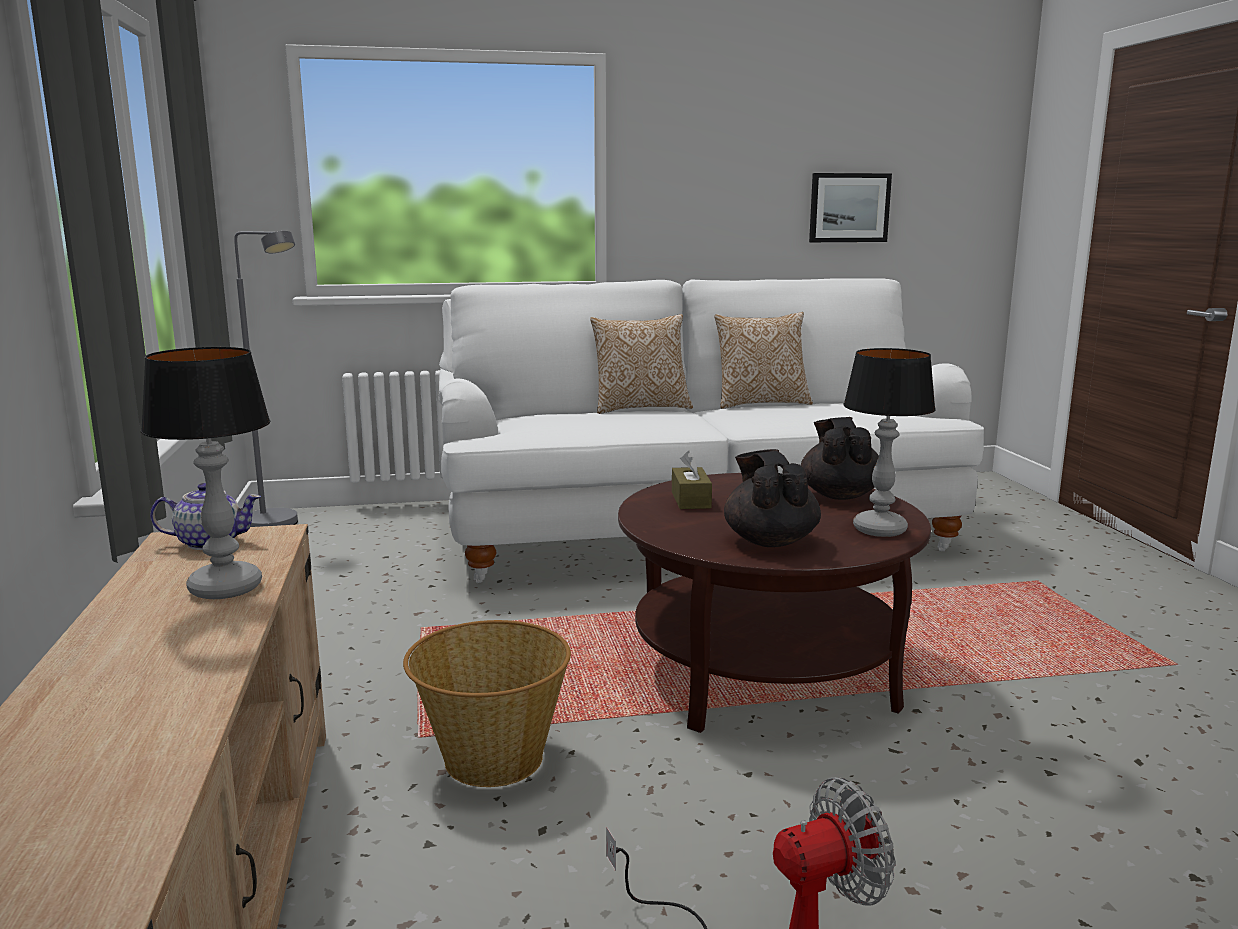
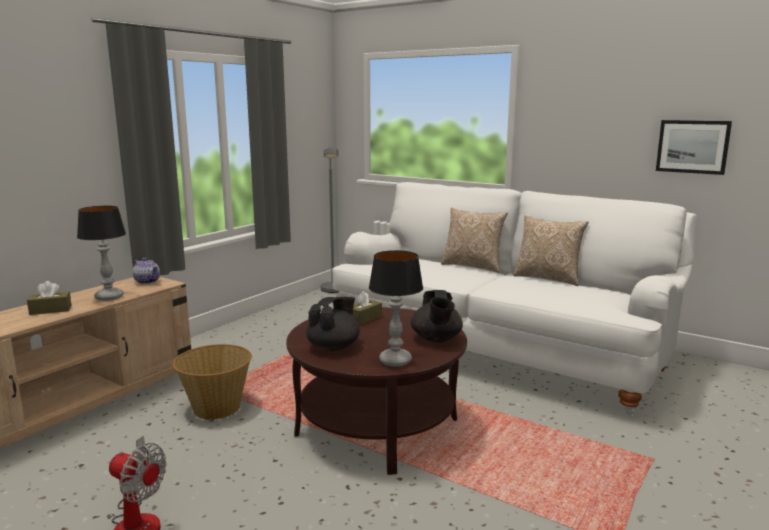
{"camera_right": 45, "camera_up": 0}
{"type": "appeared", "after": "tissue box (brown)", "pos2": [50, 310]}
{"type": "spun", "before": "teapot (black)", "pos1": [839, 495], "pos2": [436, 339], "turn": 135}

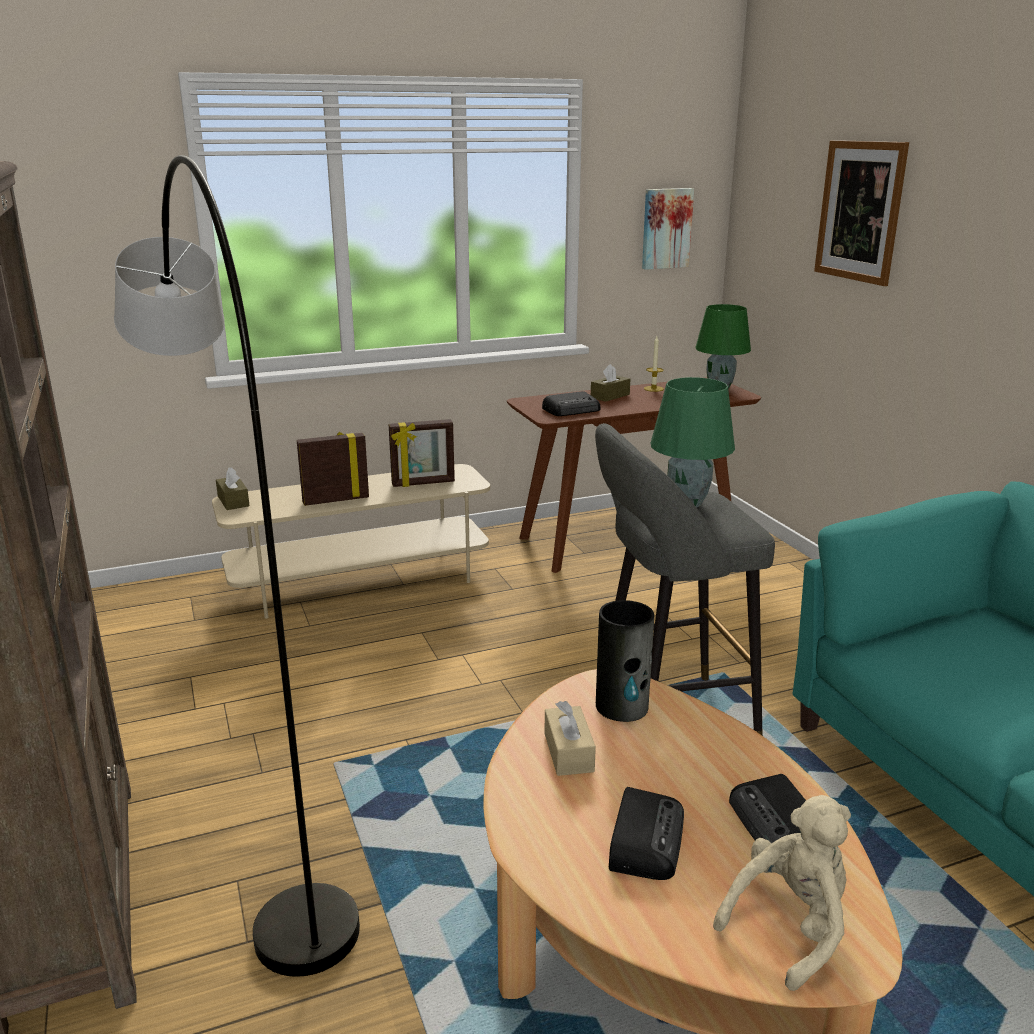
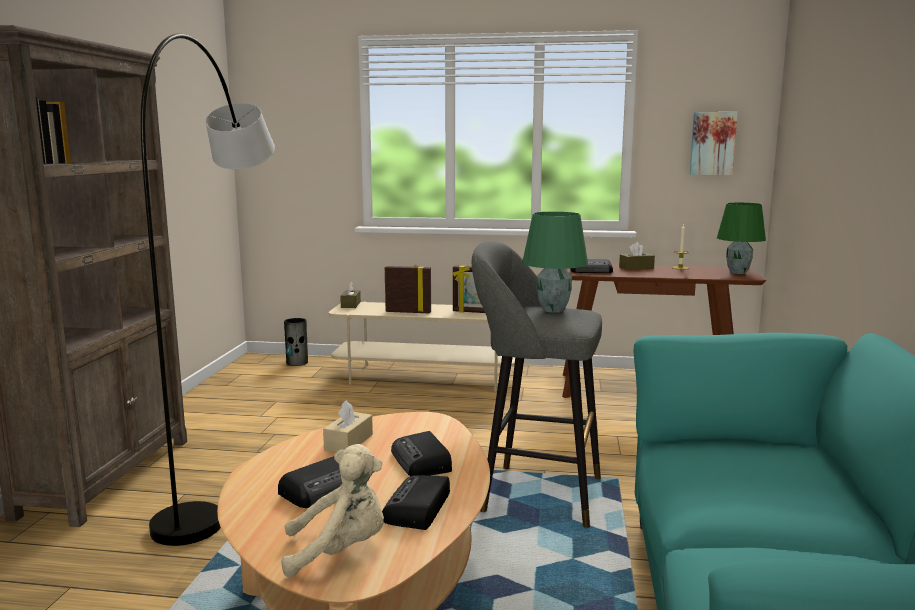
{"camera_right": 30, "camera_up": -10}
{"type": "missing", "before": "picture", "pos1": [860, 211]}
{"type": "appeared", "after": "radio", "pos2": [422, 462]}
{"type": "relocated", "before": "vase", "pos1": [622, 706], "pos2": [297, 362]}

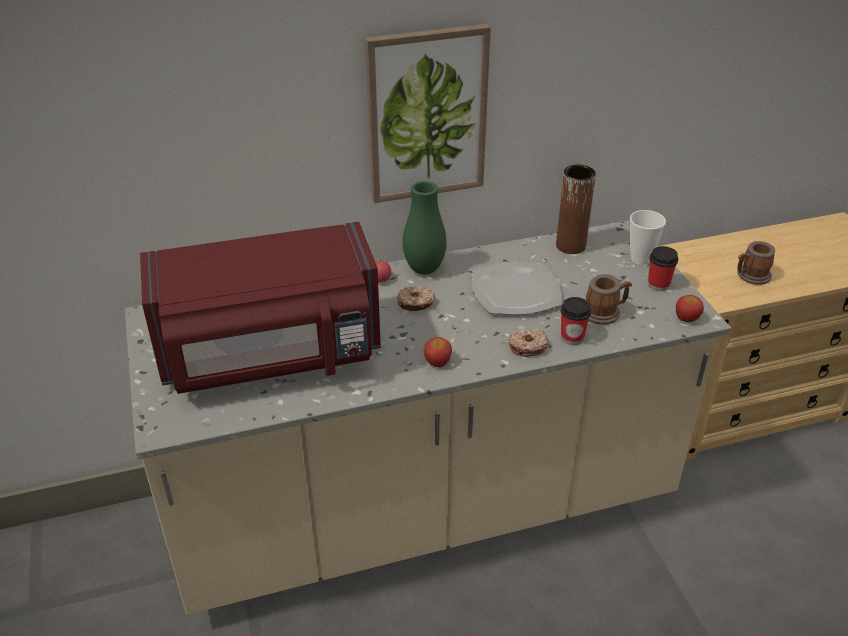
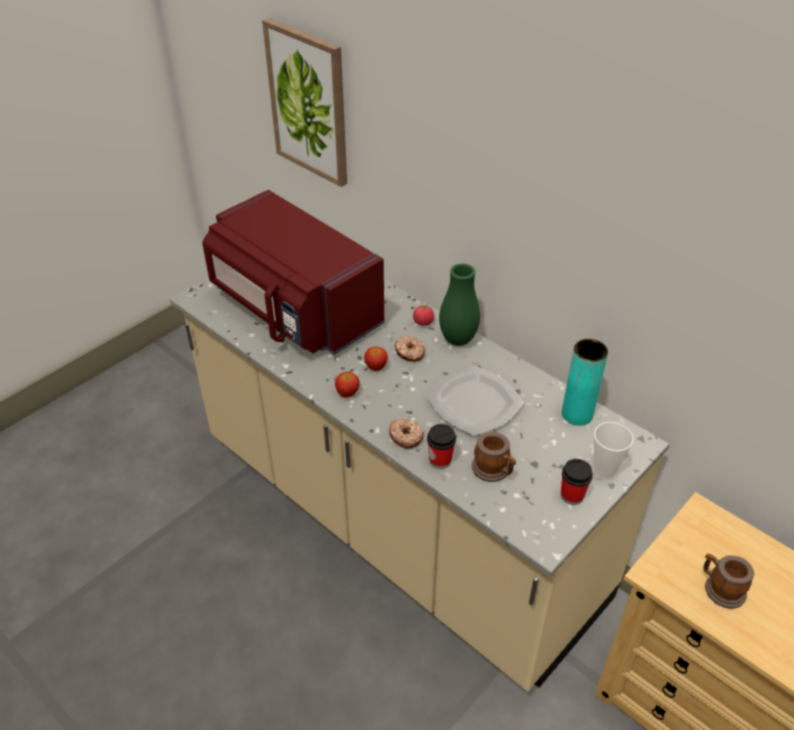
{"camera_right": 60, "camera_up": 5}
{"type": "relocated", "before": "picture", "pos1": [426, 114], "pos2": [309, 103]}
{"type": "relocated", "before": "apple", "pos1": [687, 318], "pos2": [376, 367]}
{"type": "colour", "before": "vase (brown)", "after": "vase (turquoise)", "pos1": [570, 246], "pos2": [577, 414]}

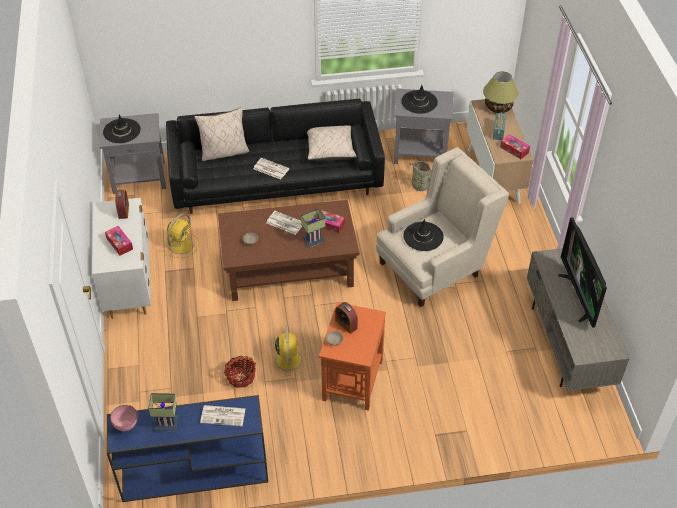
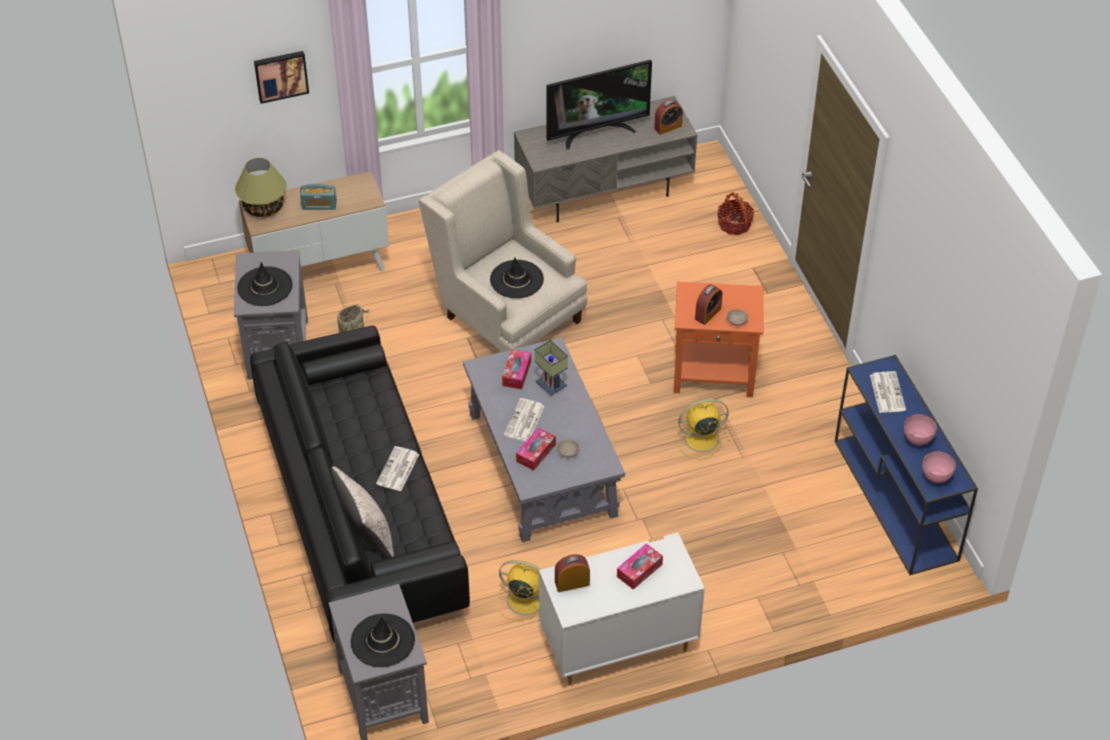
{"camera_right": -100, "camera_up": 0}
{"type": "missing", "before": "pillow (beige)", "pos1": [330, 149]}
{"type": "appeared", "after": "picture", "pos2": [281, 75]}
{"type": "appeared", "after": "alarm clock", "pos2": [668, 127]}
{"type": "relocated", "before": "basket", "pos1": [241, 377], "pos2": [734, 224]}
{"type": "relocated", "before": "tissue box", "pos1": [514, 150], "pos2": [536, 453]}
{"type": "exchanged", "before": "table lamp", "after": "bowl (pink)", "pos1": [168, 423], "pos2": [916, 440]}
{"type": "colour", "before": "coffee table (brown)", "after": "coffee table (grey)", "pos1": [289, 267], "pos2": [541, 463]}

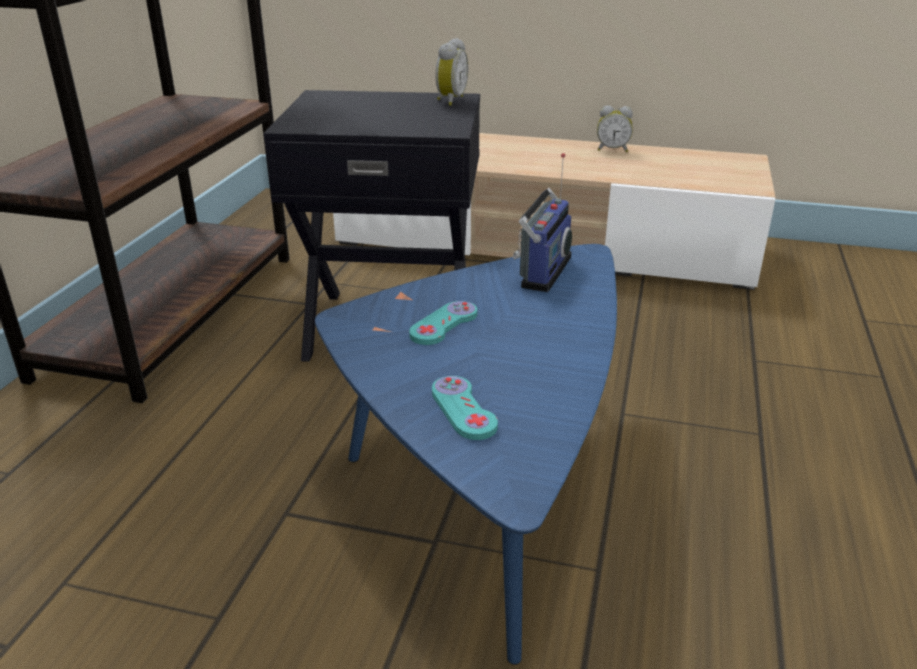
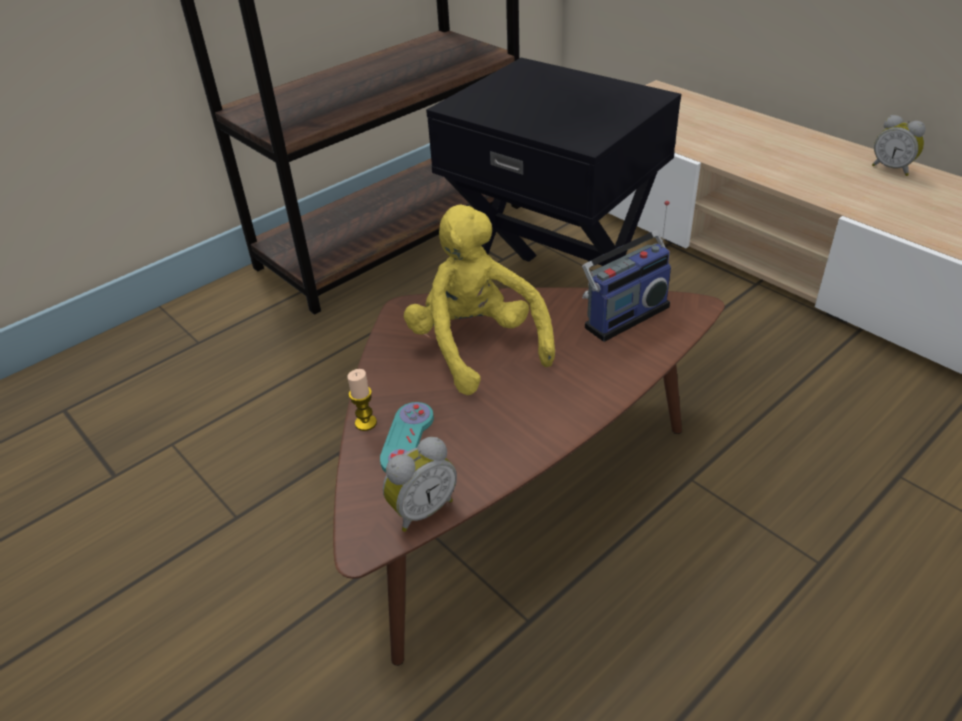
{"camera_right": 35, "camera_up": 10}
{"type": "appeared", "after": "candle", "pos2": [365, 423]}
{"type": "relocated", "before": "alarm clock", "pos1": [449, 100], "pos2": [421, 509]}
{"type": "exchanged", "before": "game controller (turquoise)", "after": "plush toy (yellow)", "pos1": [443, 325], "pos2": [476, 346]}
{"type": "colour", "before": "coffee table (blue)", "after": "coffee table (brown)", "pos1": [487, 481], "pos2": [507, 494]}

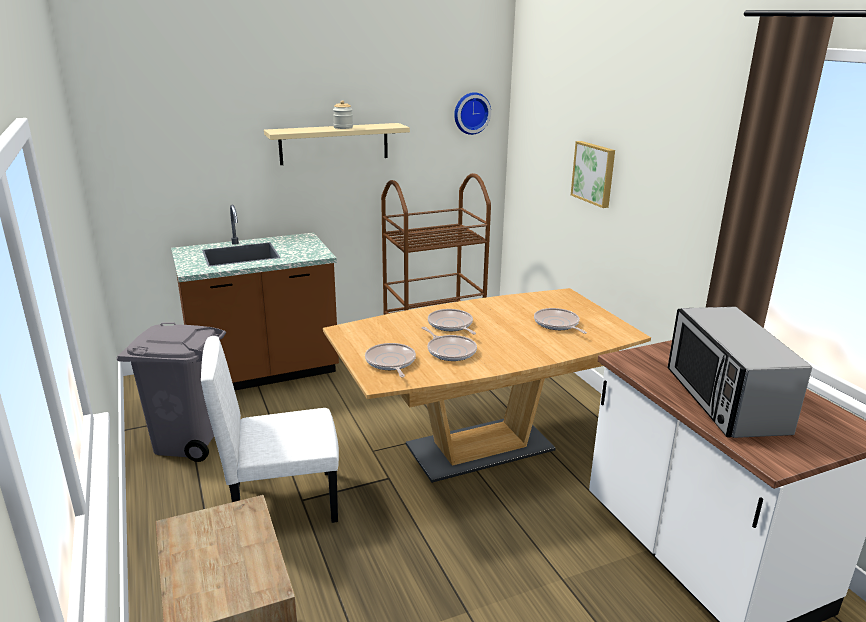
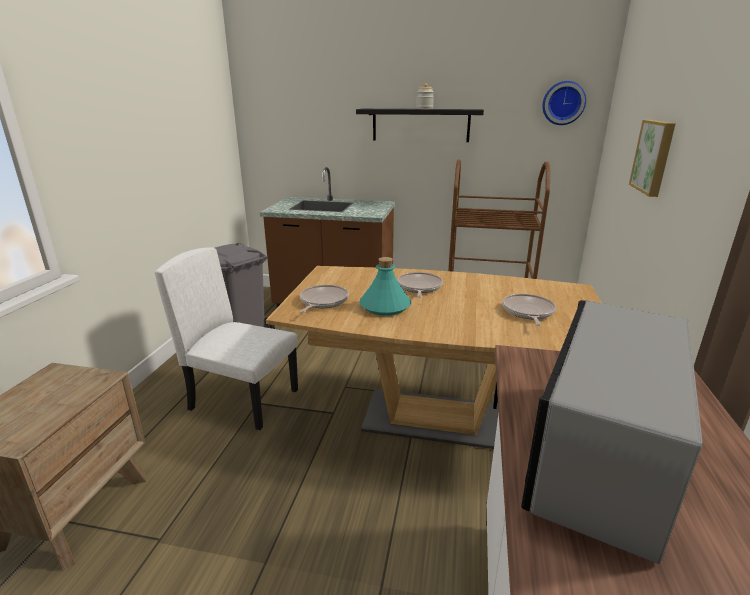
{"camera_right": 35, "camera_up": 0}
{"type": "exchanged", "before": "frying pan", "after": "bottle (turquoise)", "pos1": [450, 351], "pos2": [385, 306]}
{"type": "colour", "before": "shelf (beige)", "after": "shelf (black)", "pos1": [334, 143], "pos2": [420, 125]}

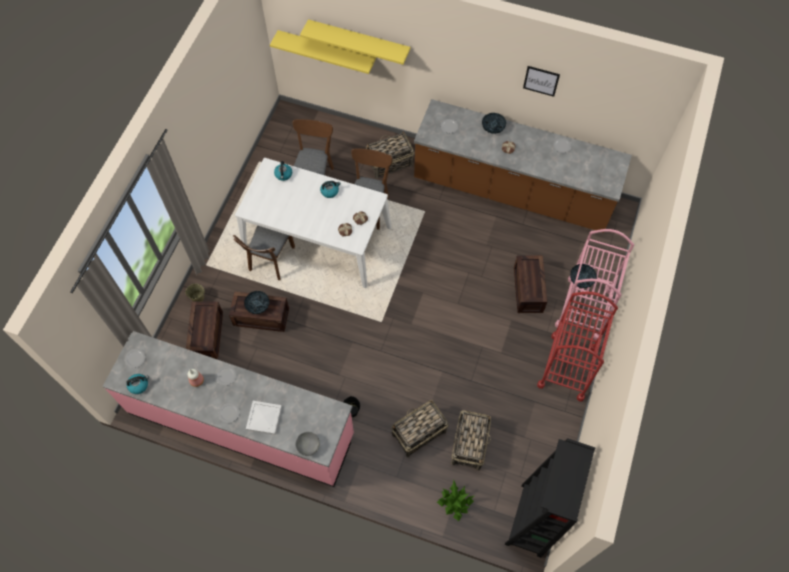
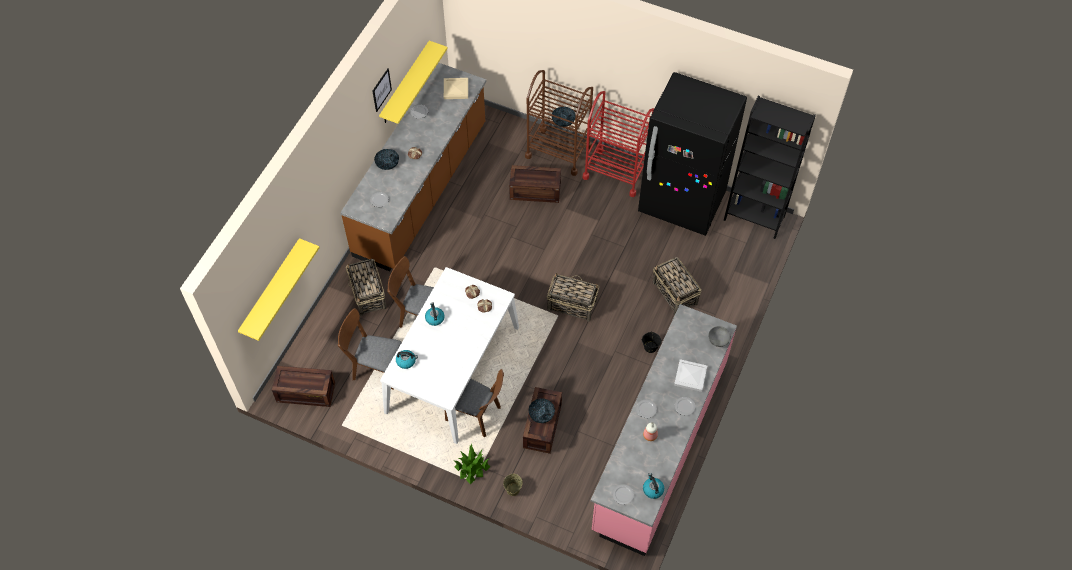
{"camera_right": -85, "camera_up": -5}
{"type": "appeared", "after": "tray (beige)", "pos2": [456, 89]}
{"type": "appeared", "after": "fridge (black)", "pos2": [681, 203]}
{"type": "relocated", "before": "crate", "pos1": [206, 335], "pos2": [305, 393]}
{"type": "relocated", "before": "shelf (yellow)", "pos1": [359, 40], "pos2": [405, 83]}
{"type": "relocated", "before": "potted plant", "pos1": [455, 502], "pos2": [471, 467]}
{"type": "relocated", "before": "basket", "pos1": [469, 444], "pos2": [571, 304]}
{"type": "colour", "before": "cart (pink)", "after": "cart (brown)", "pos1": [584, 308], "pos2": [558, 151]}

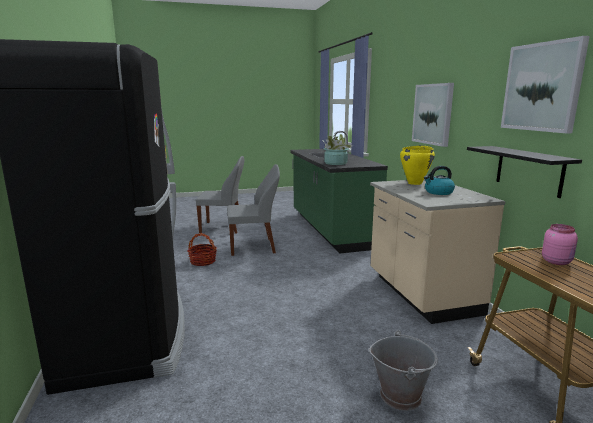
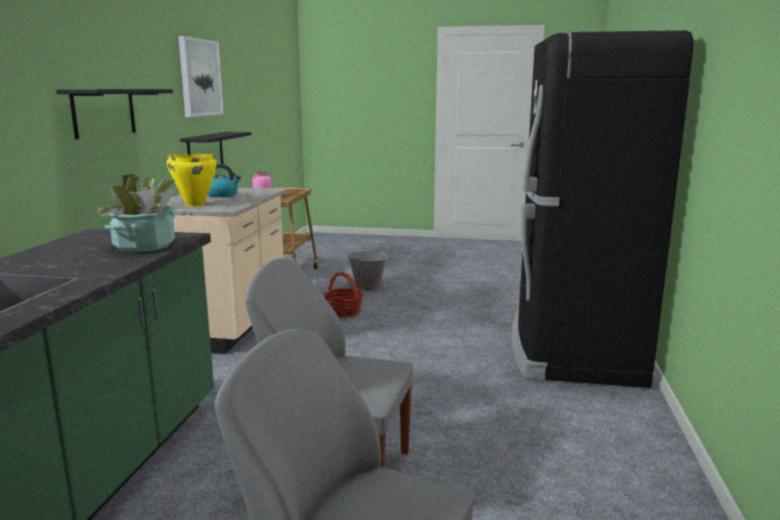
{"camera_right": -155, "camera_up": 0}
{"type": "relocated", "before": "basket", "pos1": [202, 261], "pos2": [343, 312]}
{"type": "exchanged", "before": "picture", "after": "shelf (black)", "pos1": [433, 114], "pos2": [104, 112]}

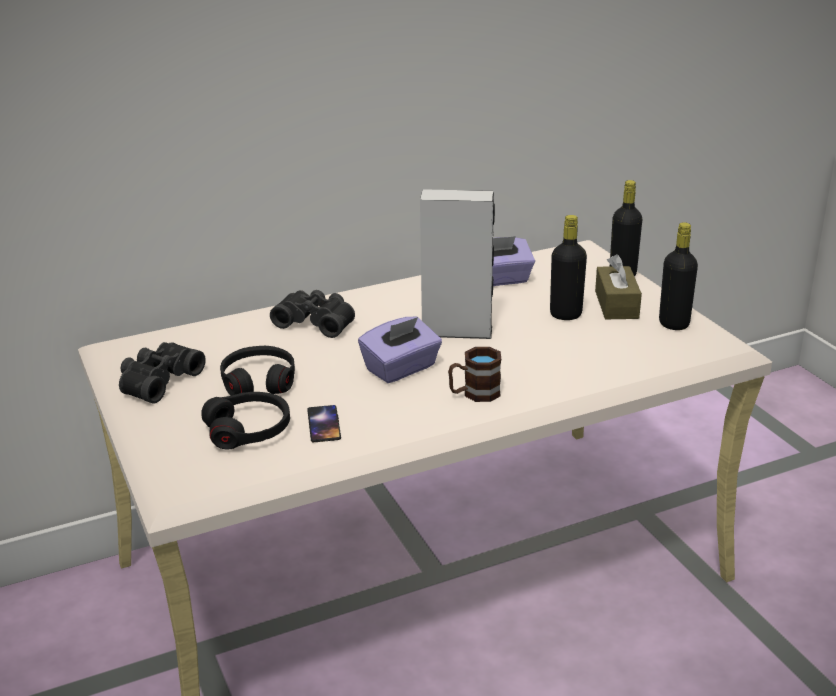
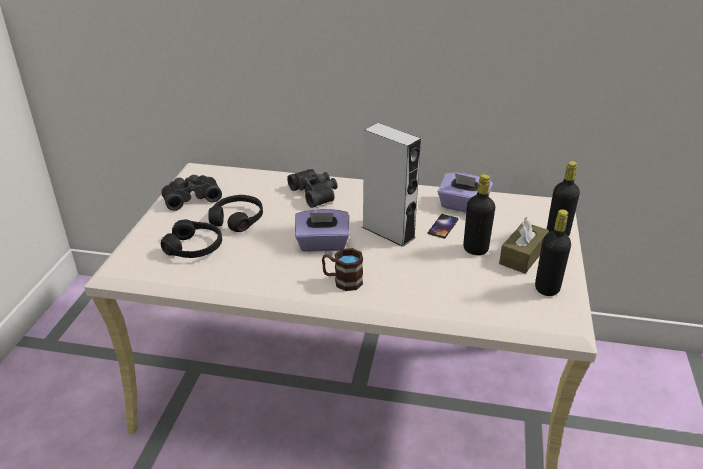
{"camera_right": 35, "camera_up": 5}
{"type": "relocated", "before": "phone", "pos1": [324, 424], "pos2": [443, 226]}

